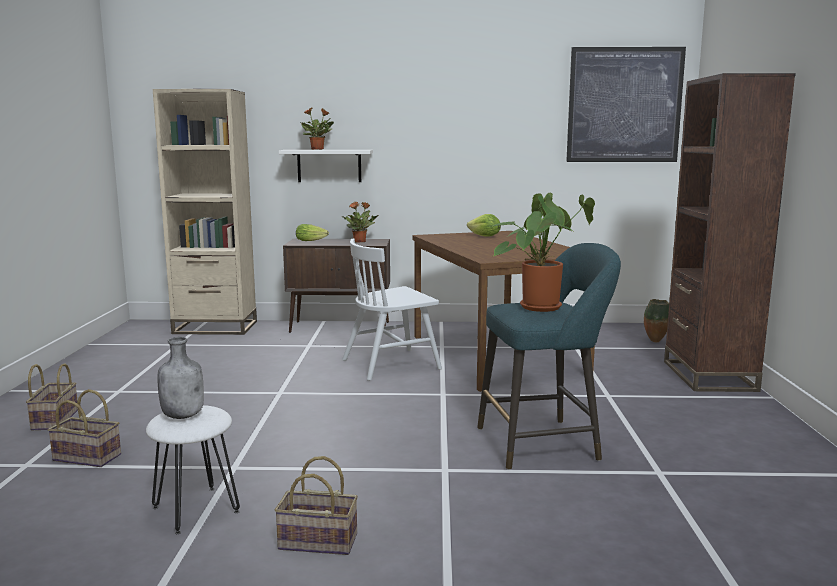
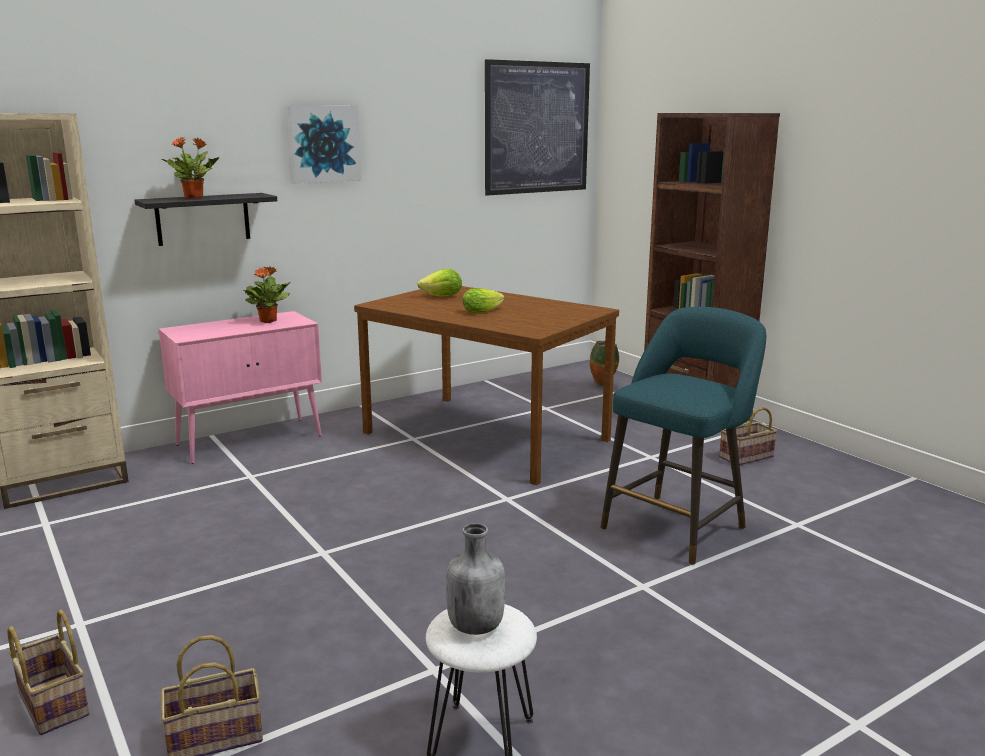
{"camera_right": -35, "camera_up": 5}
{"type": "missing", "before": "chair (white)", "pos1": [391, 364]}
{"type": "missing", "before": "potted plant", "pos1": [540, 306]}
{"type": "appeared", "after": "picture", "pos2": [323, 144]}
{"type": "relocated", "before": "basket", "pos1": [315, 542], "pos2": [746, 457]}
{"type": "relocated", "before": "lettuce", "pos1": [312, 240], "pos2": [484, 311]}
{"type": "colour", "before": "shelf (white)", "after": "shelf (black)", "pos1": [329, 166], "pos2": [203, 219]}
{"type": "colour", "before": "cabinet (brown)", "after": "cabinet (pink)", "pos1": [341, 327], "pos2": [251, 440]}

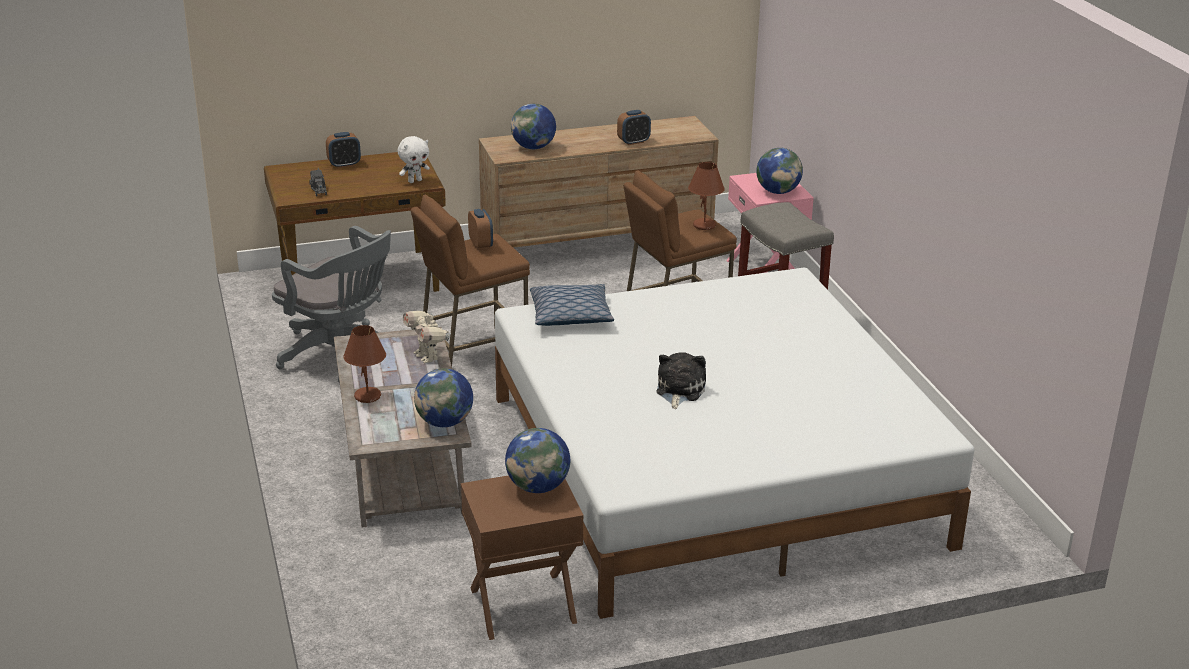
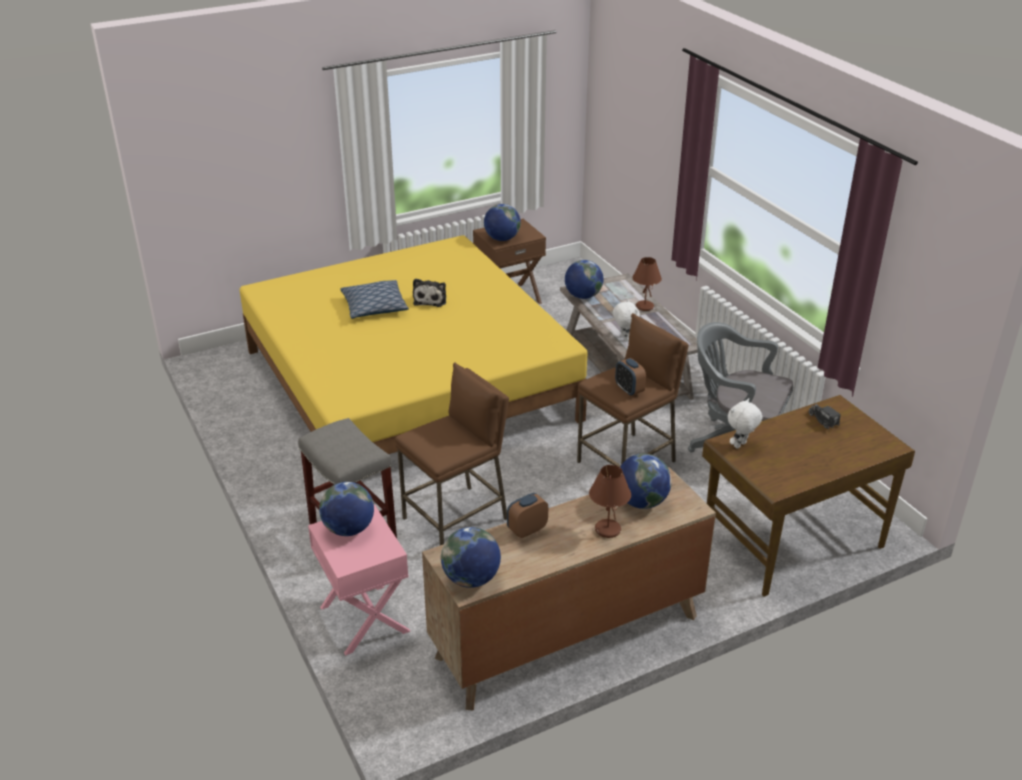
{"camera_right": 170, "camera_up": 5}
{"type": "missing", "before": "alarm clock", "pos1": [344, 164]}
{"type": "appeared", "after": "globe", "pos2": [471, 579]}
{"type": "relocated", "before": "pillow", "pos1": [571, 315], "pos2": [374, 307]}
{"type": "relocated", "before": "table lamp (brown)", "pos1": [704, 225], "pos2": [607, 529]}
{"type": "exchanged", "before": "toy robot", "after": "plush toy (white)", "pos1": [427, 356], "pos2": [624, 338]}
{"type": "colour", "before": "bed (white)", "after": "bed (yellow)", "pos1": [711, 468], "pos2": [410, 385]}

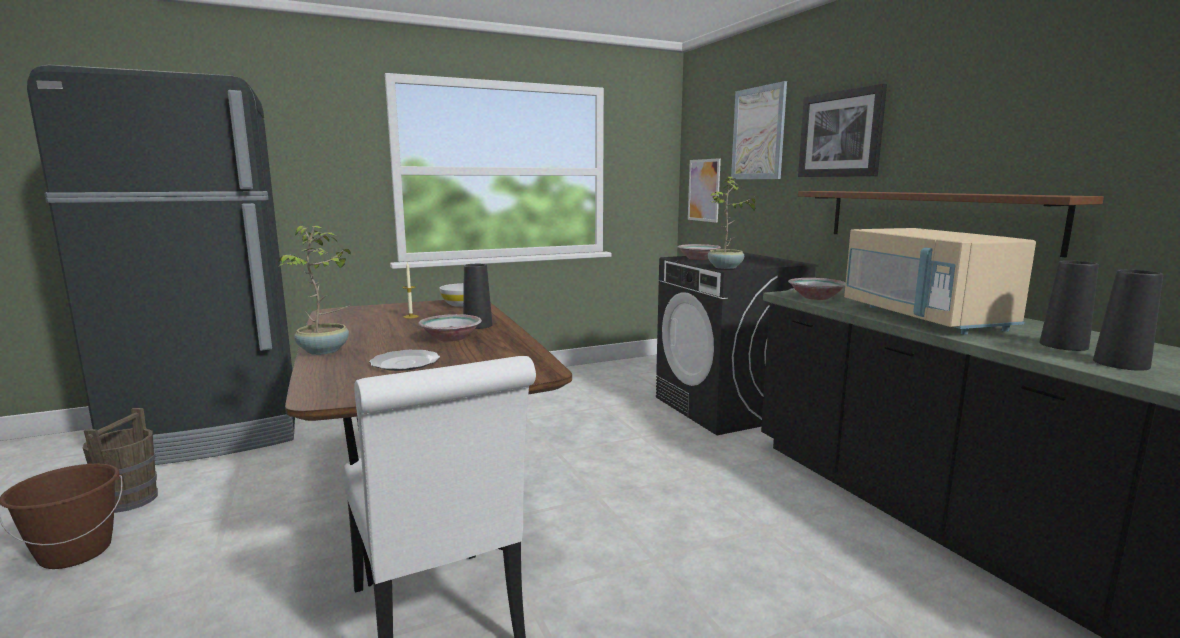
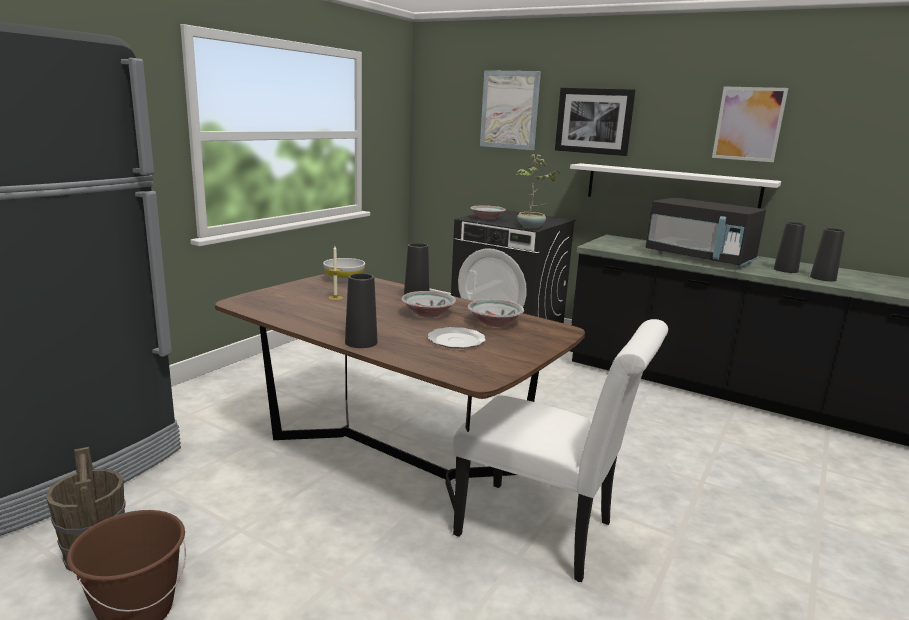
{"camera_right": -35, "camera_up": 5}
{"type": "relocated", "before": "picture", "pos1": [704, 190], "pos2": [748, 124]}
{"type": "relocated", "before": "bowl", "pos1": [815, 297], "pos2": [494, 322]}
{"type": "exchanged", "before": "potted plant", "after": "vase (black)", "pos1": [325, 351], "pos2": [361, 342]}
{"type": "colour", "before": "shelf (brown)", "after": "shelf (white)", "pos1": [932, 218], "pos2": [670, 188]}
{"type": "colour", "before": "microwave (beige)", "after": "microwave (black)", "pos1": [924, 318], "pos2": [699, 258]}

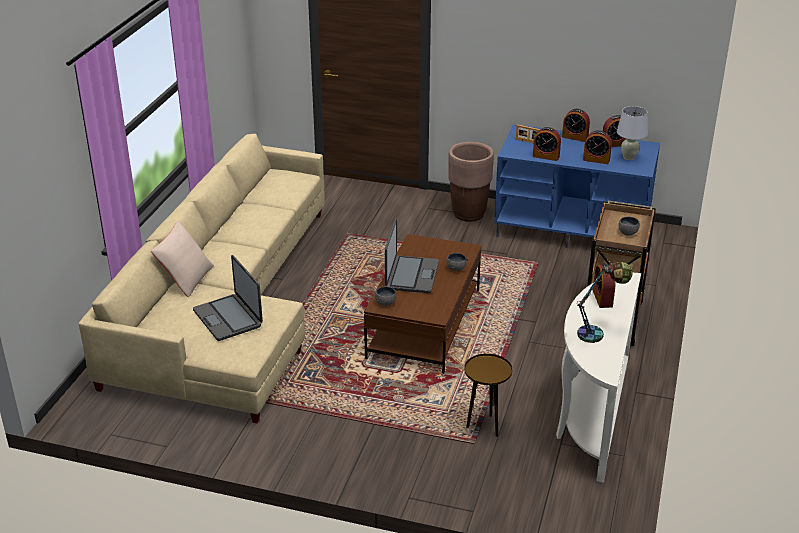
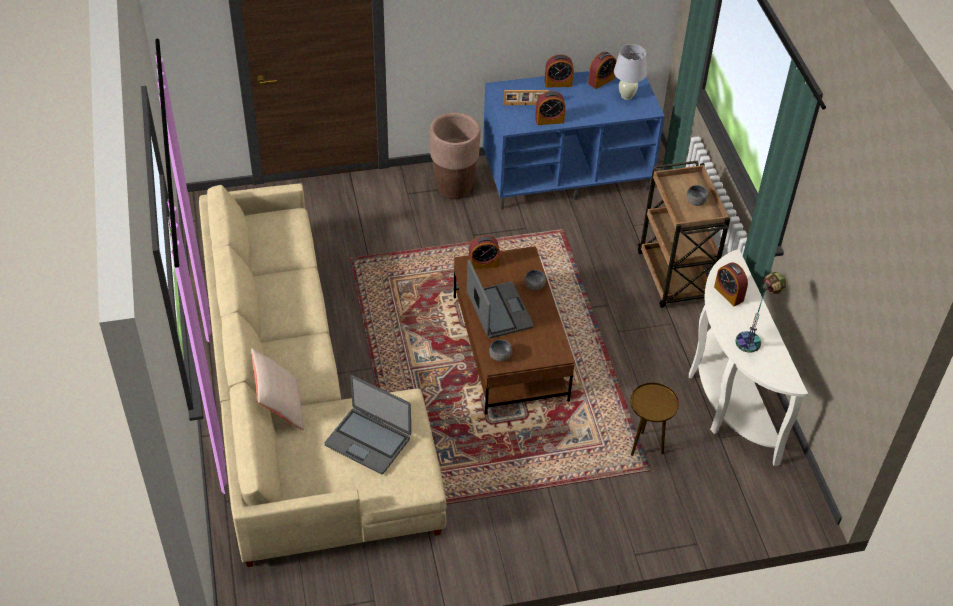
{"camera_right": -30, "camera_up": 15}
{"type": "relocated", "before": "alarm clock", "pos1": [596, 160], "pos2": [483, 263]}

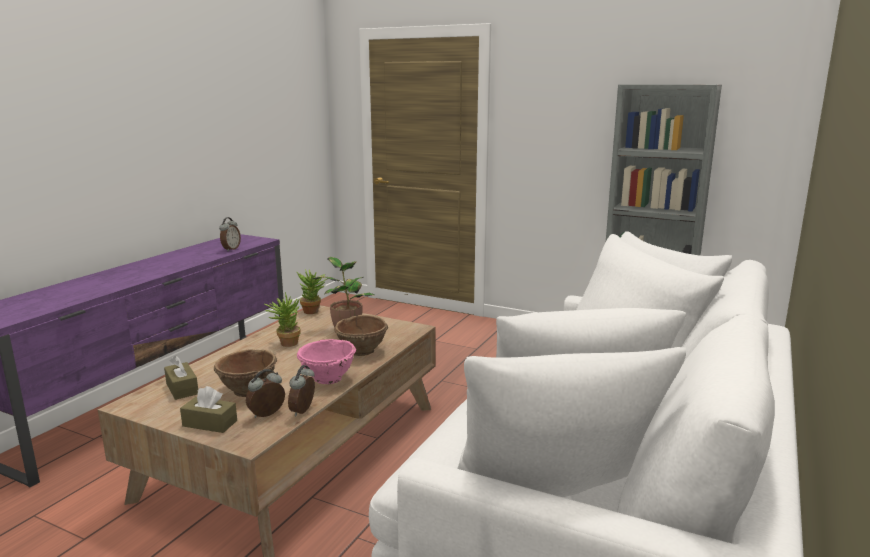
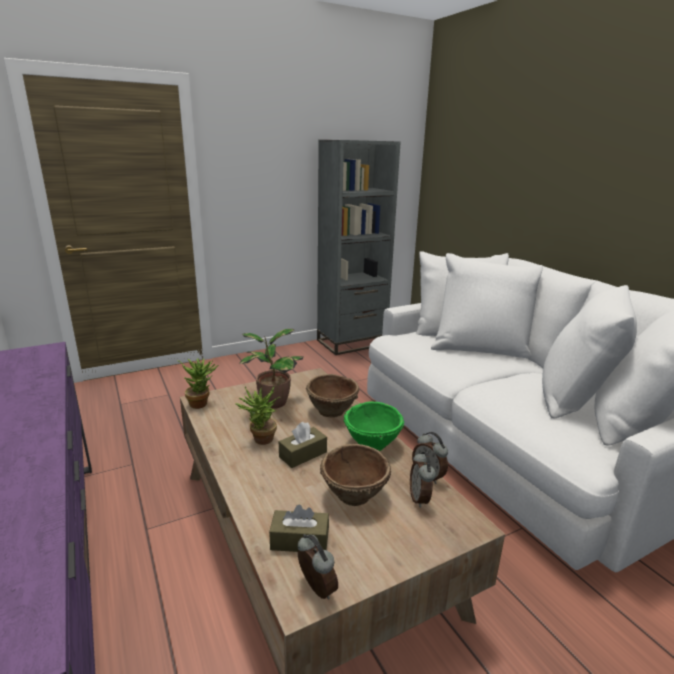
{"camera_right": -55, "camera_up": 5}
{"type": "relocated", "before": "tissue box (brown)", "pos1": [210, 423], "pos2": [303, 454]}
{"type": "relocated", "before": "alarm clock", "pos1": [230, 249], "pos2": [315, 589]}
{"type": "colour", "before": "bowl (pink)", "after": "bowl (green)", "pos1": [327, 379], "pos2": [372, 444]}

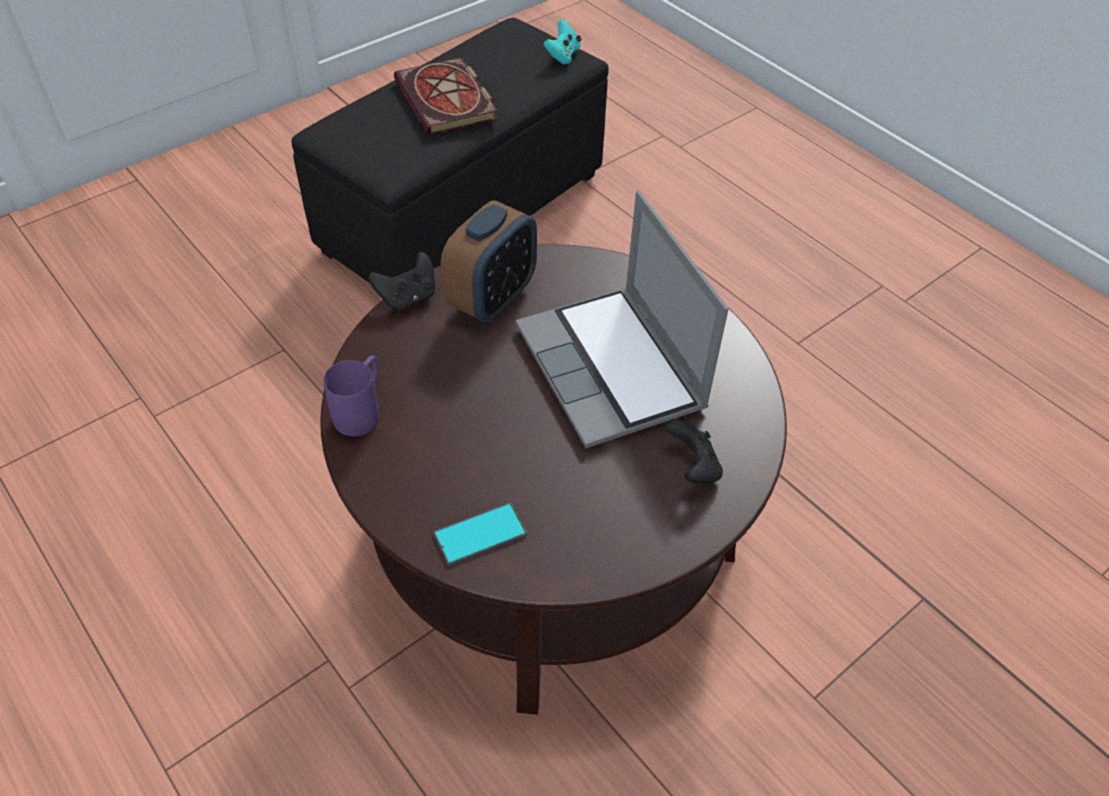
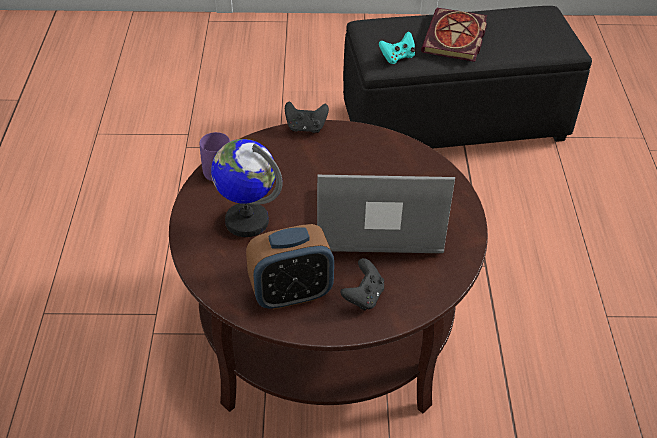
{"camera_right": 40, "camera_up": -5}
{"type": "missing", "before": "phone", "pos1": [480, 534]}
{"type": "appeared", "after": "globe", "pos2": [247, 221]}
{"type": "relocated", "before": "alarm clock", "pos1": [492, 299], "pos2": [291, 294]}
{"type": "relocated", "before": "game controller (turquoise)", "pos1": [563, 55], "pos2": [397, 57]}
{"type": "spun", "before": "laptop", "pos1": [613, 369], "pos2": [377, 222], "turn": 75}

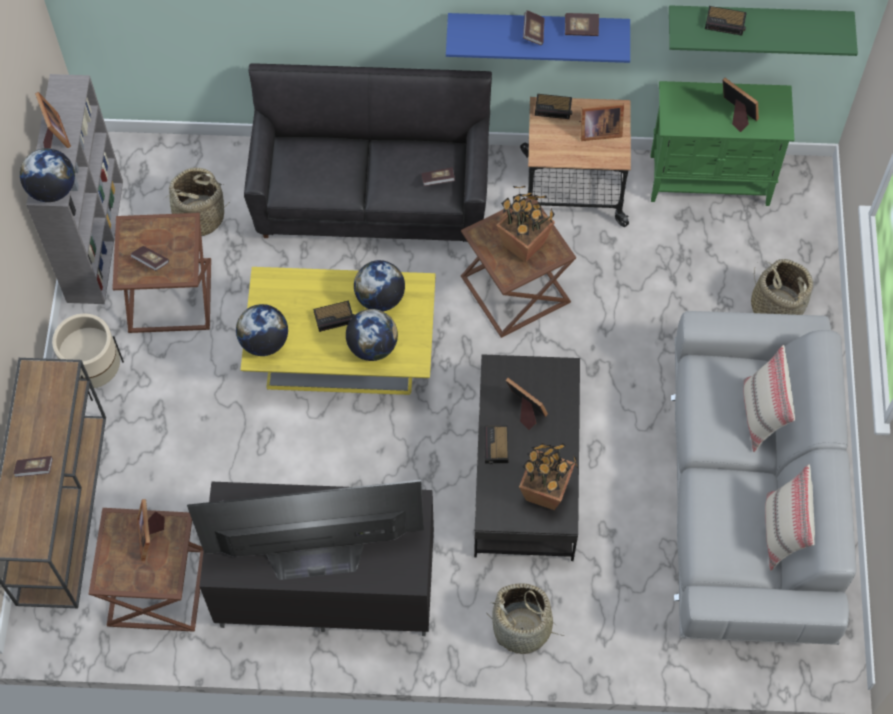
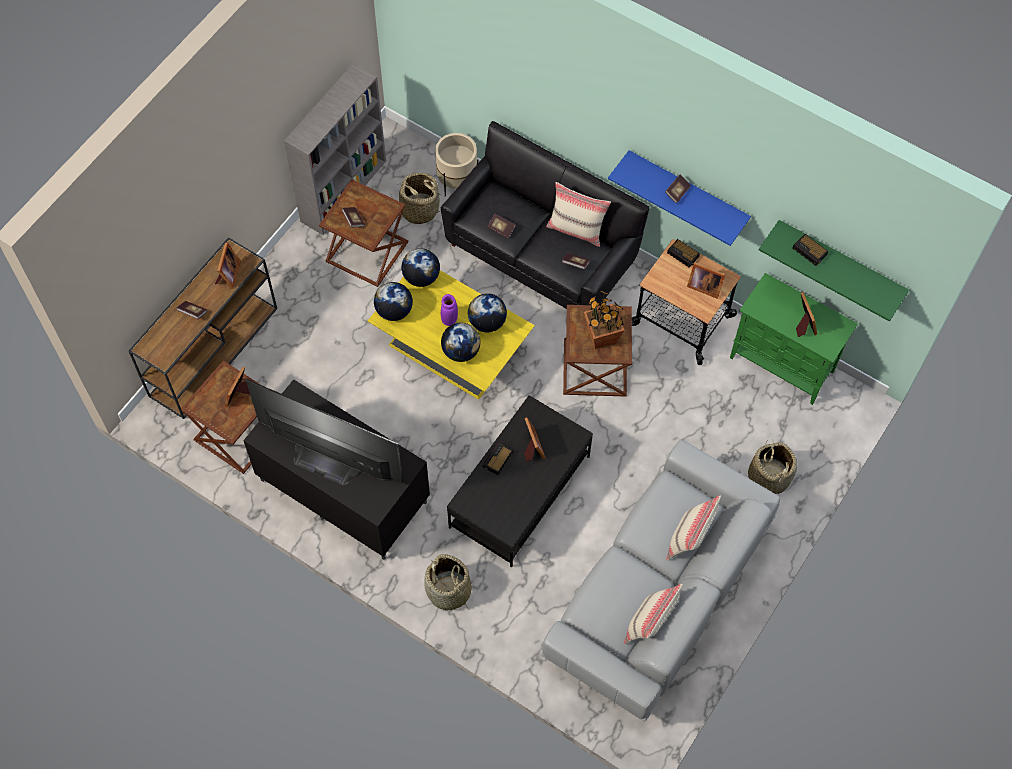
{"camera_right": 30, "camera_up": 0}
{"type": "missing", "before": "potted plant", "pos1": [545, 492]}
{"type": "appeared", "after": "pillow (beige)", "pos2": [576, 229]}
{"type": "relocated", "before": "globe", "pos1": [52, 189], "pos2": [421, 277]}
{"type": "relocated", "before": "picture frame", "pos1": [54, 135], "pos2": [228, 275]}
{"type": "relocated", "before": "planter (beige)", "pos1": [96, 374], "pos2": [457, 181]}
{"type": "relocated", "before": "book", "pos1": [581, 29], "pos2": [501, 229]}
{"type": "exchanged", "before": "alarm clock", "after": "vase (purple)", "pos1": [335, 317], "pos2": [449, 319]}

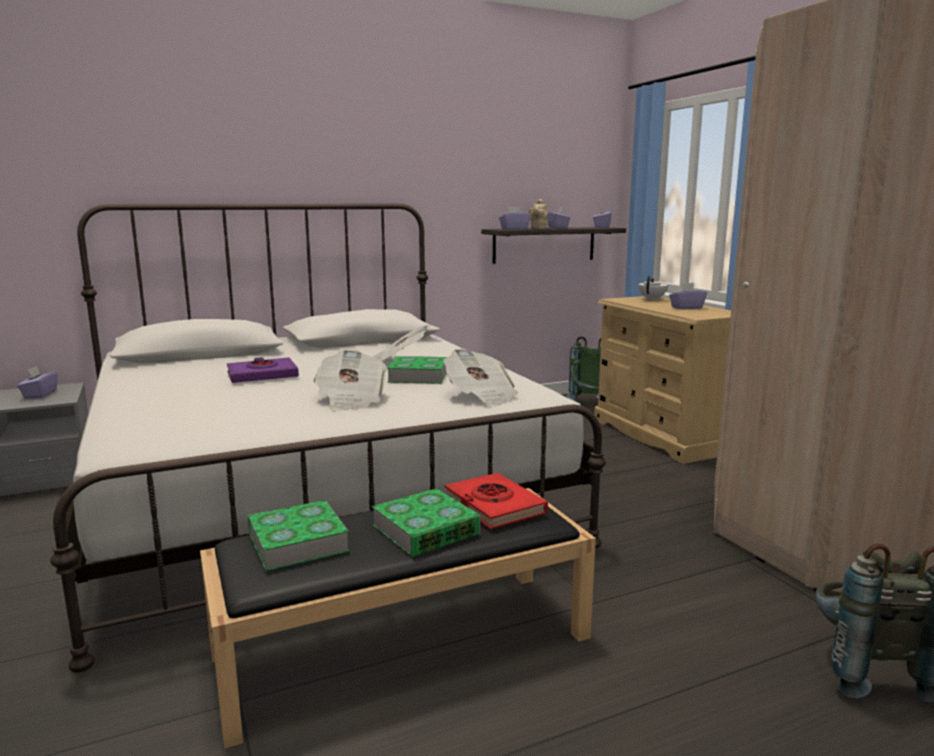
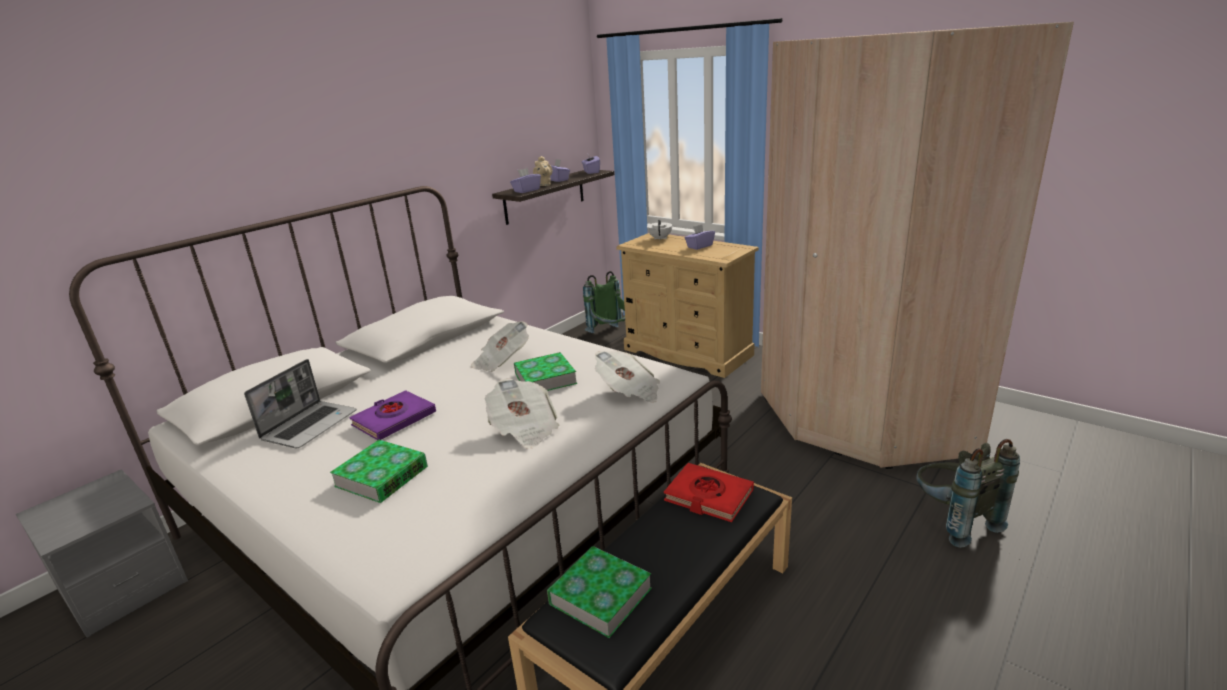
{"camera_right": -25, "camera_up": 10}
{"type": "missing", "before": "tissue box (purple)", "pos1": [40, 394]}
{"type": "appeared", "after": "laptop", "pos2": [310, 425]}
{"type": "relocated", "before": "book", "pos1": [425, 530], "pos2": [381, 476]}

